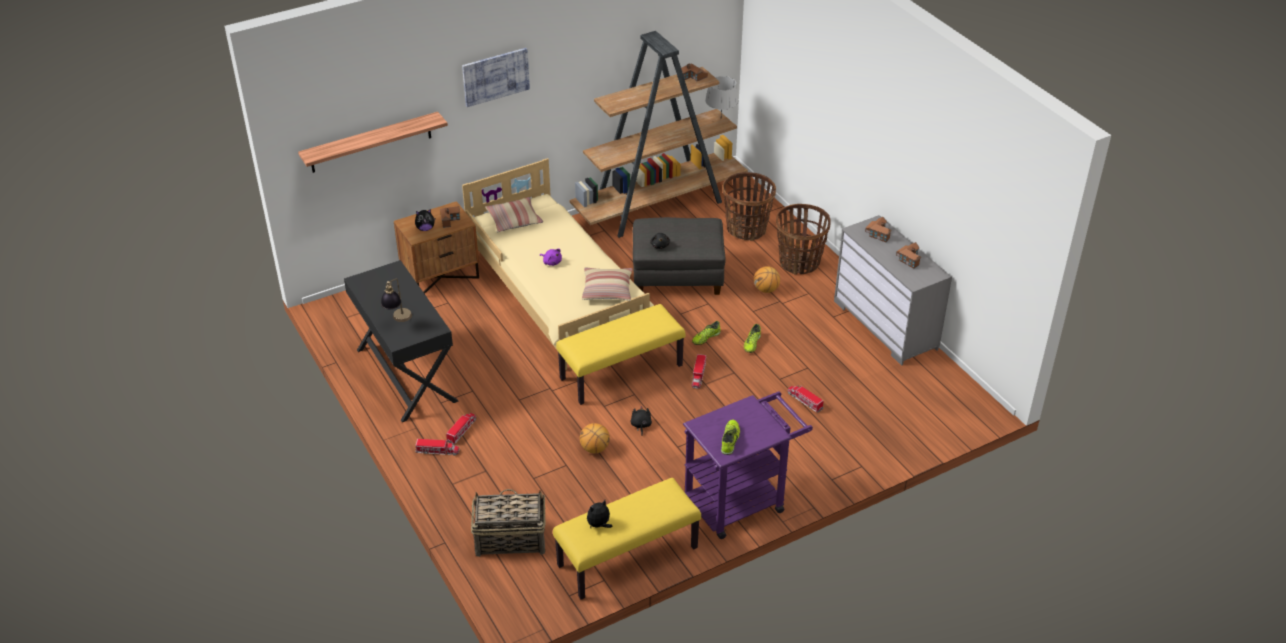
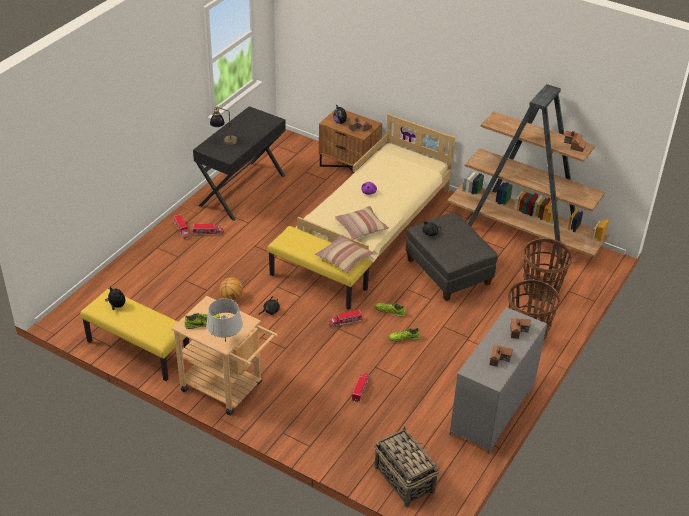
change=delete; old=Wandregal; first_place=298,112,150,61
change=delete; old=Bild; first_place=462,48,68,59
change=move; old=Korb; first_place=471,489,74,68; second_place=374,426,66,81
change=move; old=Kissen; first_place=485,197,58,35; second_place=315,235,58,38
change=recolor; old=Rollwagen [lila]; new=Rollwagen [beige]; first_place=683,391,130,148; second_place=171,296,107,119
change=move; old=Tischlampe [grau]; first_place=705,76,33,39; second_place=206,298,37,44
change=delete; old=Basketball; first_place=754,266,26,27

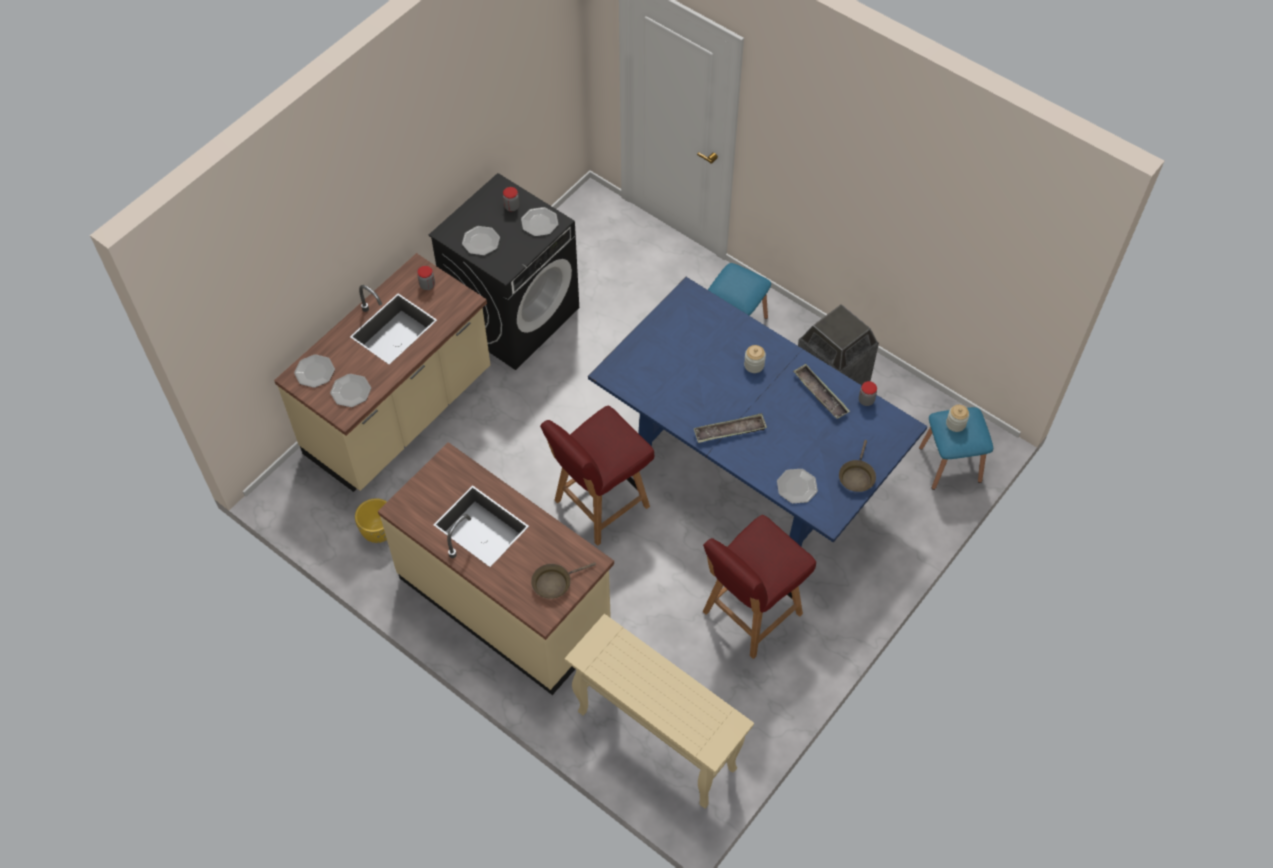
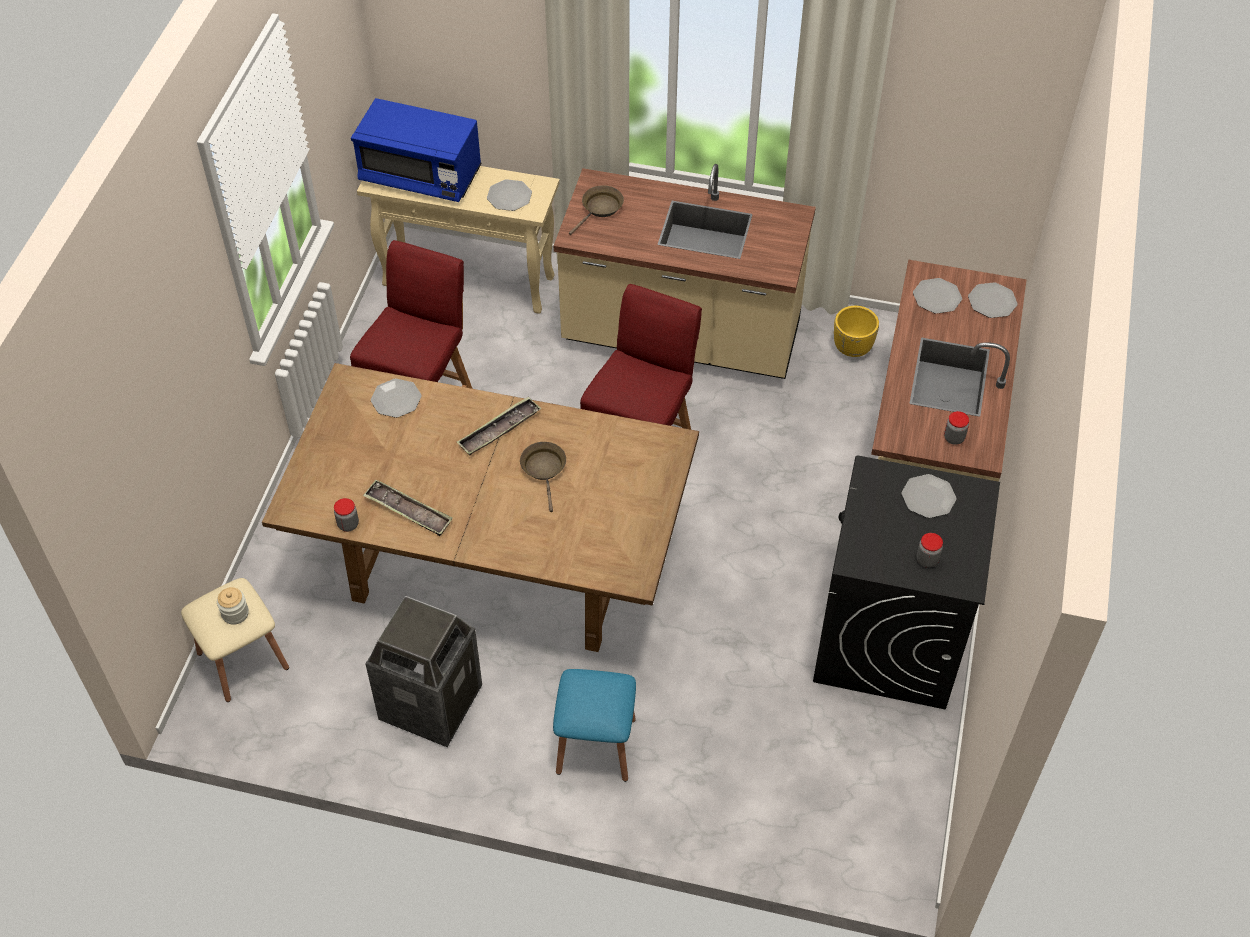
change=move; old=Teller; first_place=521,207,37,29; second_place=487,179,45,32
change=recolor; old=Esstisch [blau]; new=Esstisch [braun]; first_place=588,277,340,270; second_place=262,363,437,289
change=delete; old=Vorratsglas; first_place=744,345,22,28
change=move; old=Pfanne [braun]; first_place=839,440,37,52; second_place=520,442,46,70
change=recolor; old=Hocker [blau]; new=Hocker [beige]; first_place=919,407,74,83; second_place=181,578,108,124
change=insert; new=Mikrowelle [blau]; second_place=351,98,131,104

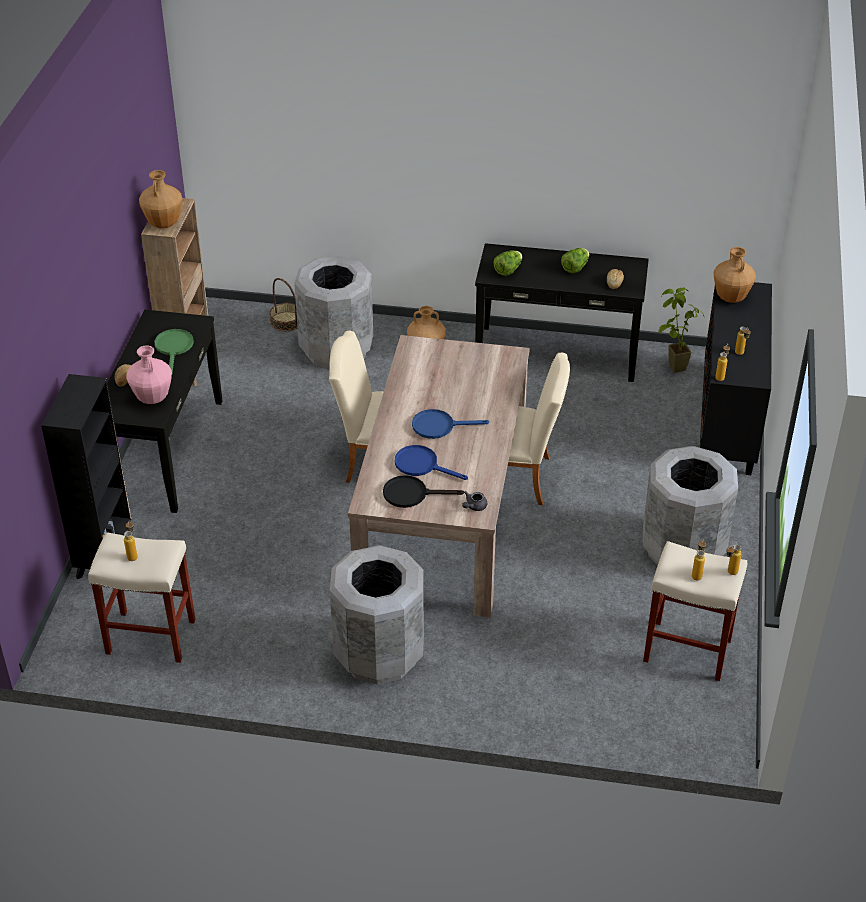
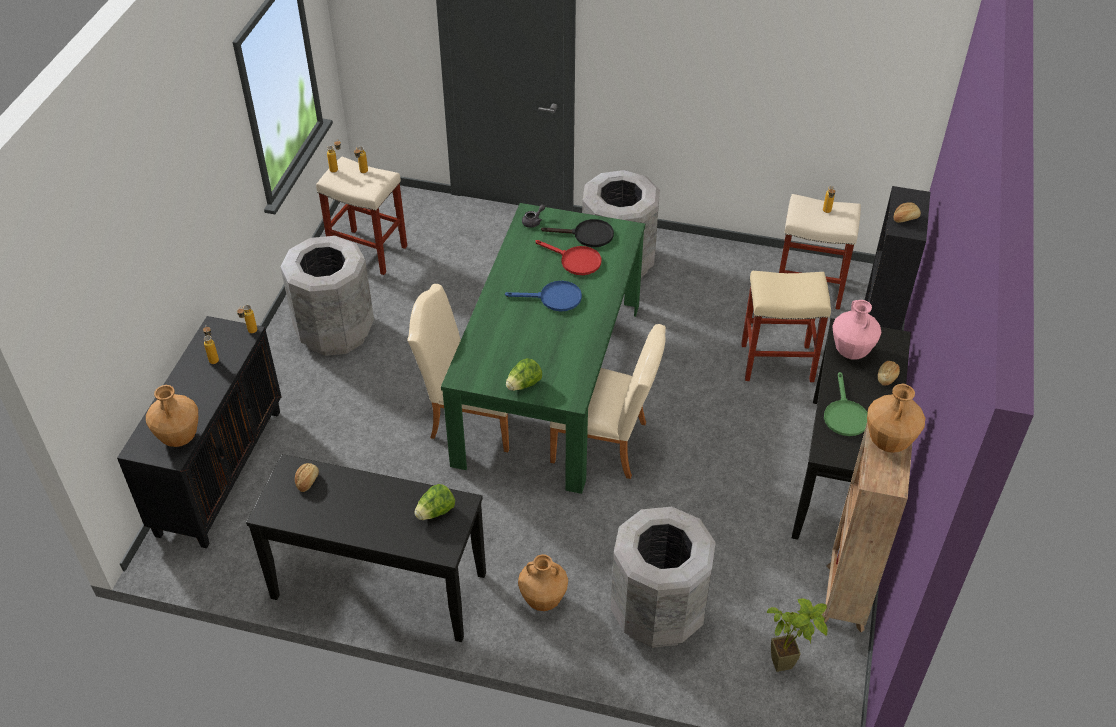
change=delete; old=Korb; first_place=269,278,28,53
change=recolor; old=Esstisch [beige]; new=Esstisch [grün]; first_place=348,335,182,283; second_place=441,203,204,291
change=recolor; old=Pfanne [blau]; new=Pfanne [rot]; first_place=395,445,73,35; second_place=535,240,67,35
change=move; old=Salatkopf; first_place=561,248,28,25; second_place=506,358,36,33
change=move; old=Topfpflanze; first_place=659,288,45,85; second_place=767,598,60,74
change=insert; new=Hocker [beige]; second_place=741,271,90,111
change=insert; new=Brot; second_place=894,202,27,21

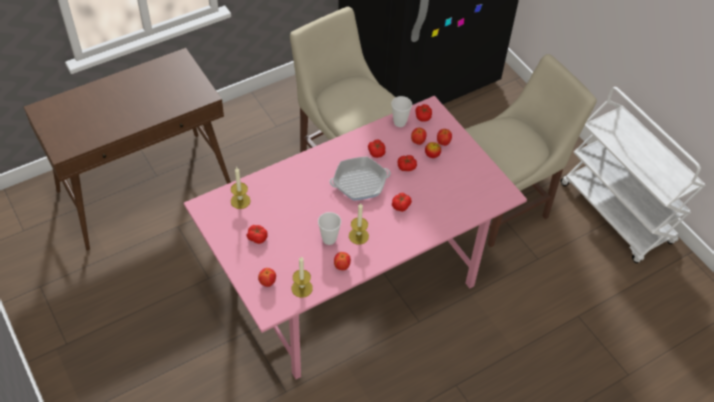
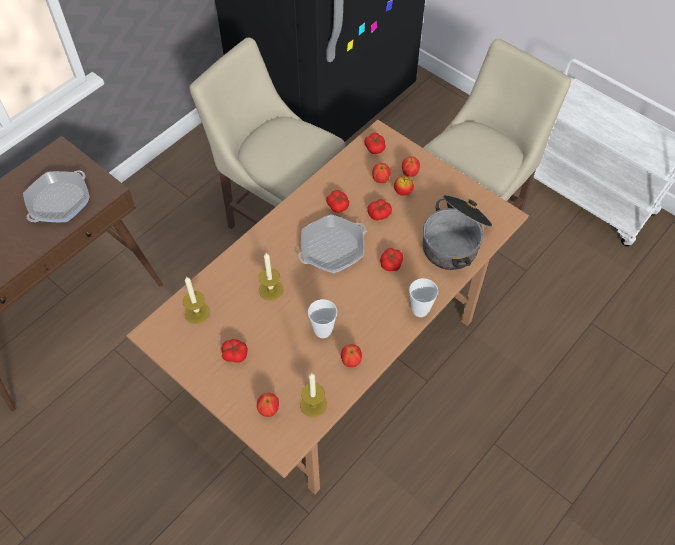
change=recolor; old=Esstisch [rosa]; new=Esstisch [braun]; first_place=184,96,343,283; second_place=127,120,402,374
change=move; old=Kerze; first_place=349,203,20,42; second_place=259,253,25,48
change=move; old=Tasse; first_place=391,96,21,31; second_place=409,278,29,39
change=insert; new=Pfanne; second_place=23,170,67,52
change=insert; new=Kochtopf; second_place=423,195,69,75

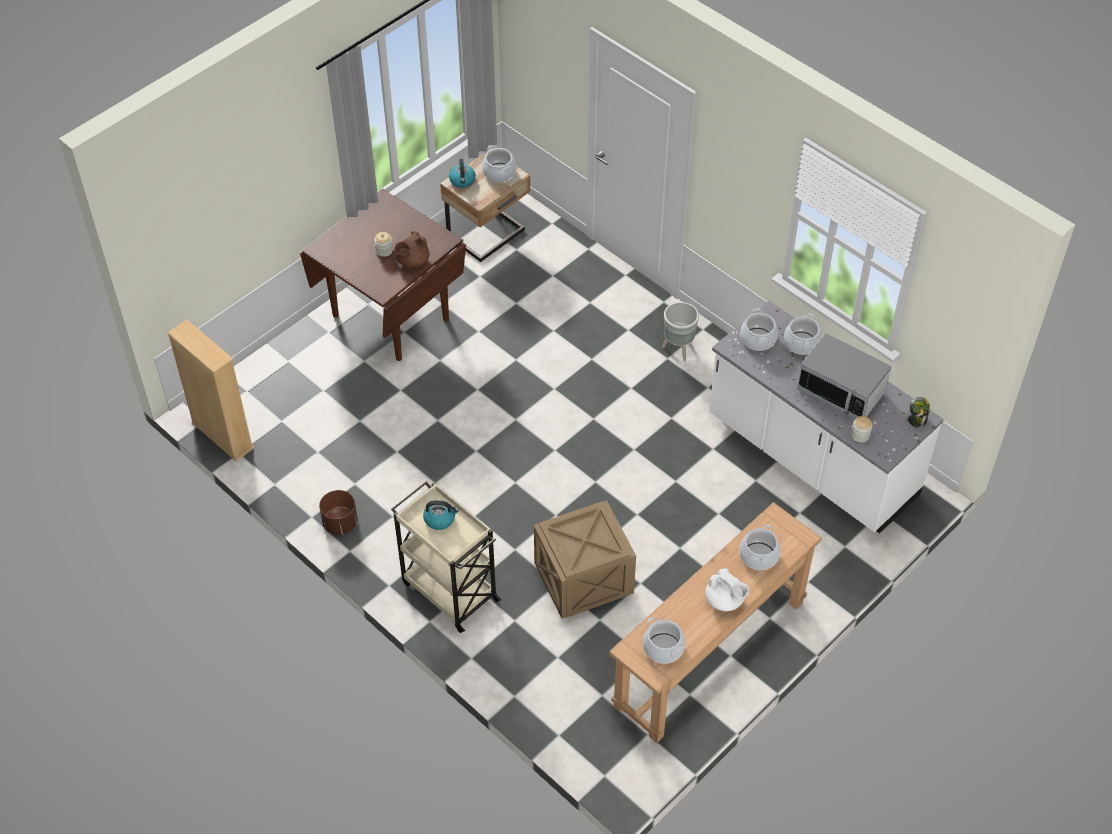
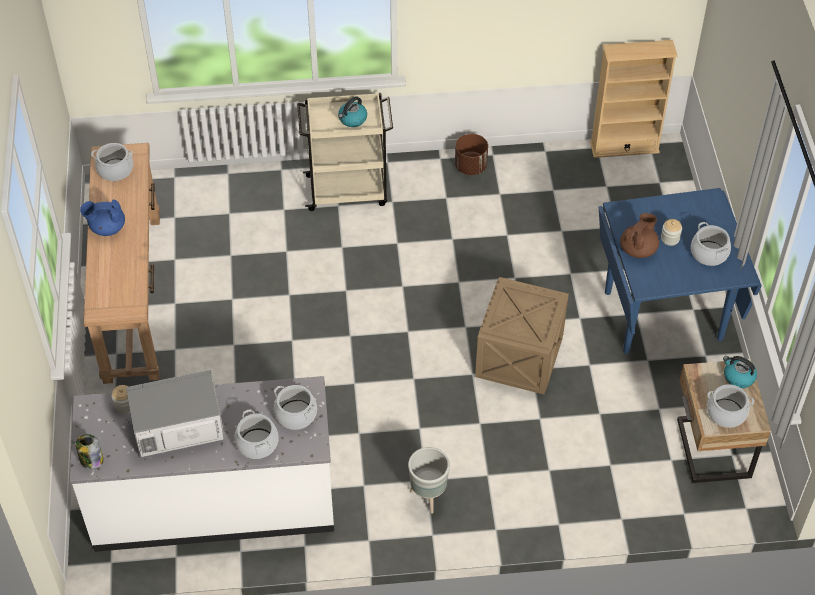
change=recolor; old=Esstisch [braun]; new=Esstisch [blau]; first_place=300,189,166,172; second_place=599,188,163,166
change=rotate; old=Teekanne [braun]; first_place=394,231,35,37; second_place=620,213,39,45; degrees=45
change=move; old=Kiste; first_place=534,500,102,119; second_place=475,277,94,118
change=recolor; old=Teekanne [weiß]; new=Teekanne [blau]; first_place=706,568,43,43; second_place=80,199,45,37
change=move; old=Kochtopf; first_place=739,524,42,46; second_place=691,222,40,44

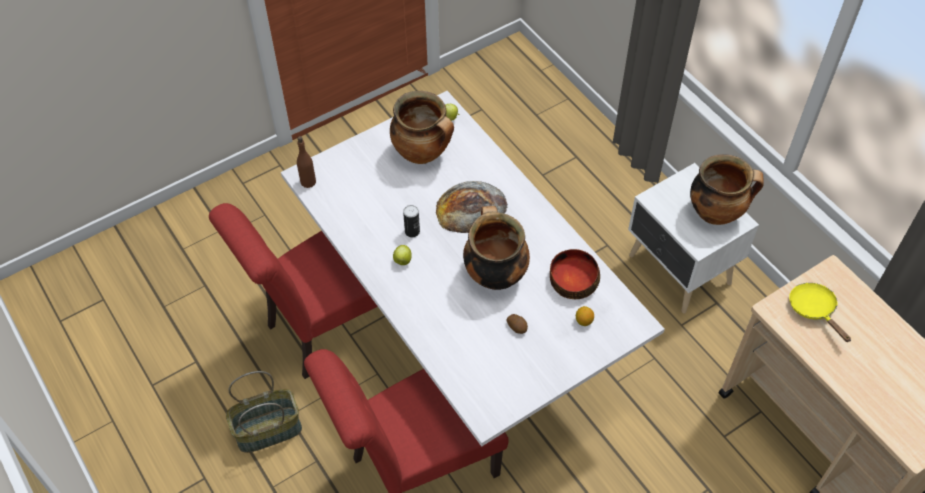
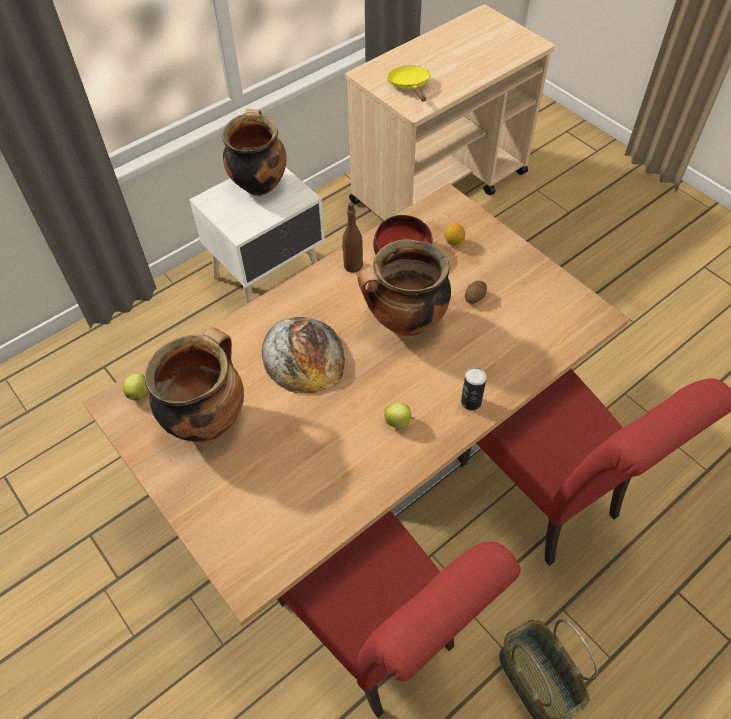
change=recolor; old=Esstisch [weiß]; new=Esstisch [braun]; first_place=281,91,384,356; second_place=83,183,546,443
change=move; old=Flasche [braun]; first_place=297,136,19,52; second_place=342,202,21,71
change=move; old=Dose; first_place=403,205,17,32; second_place=461,367,26,43
change=rotate; old=Pfanne [gelb]; first_place=789,283,62,59; second_place=387,65,43,36; degrees=105

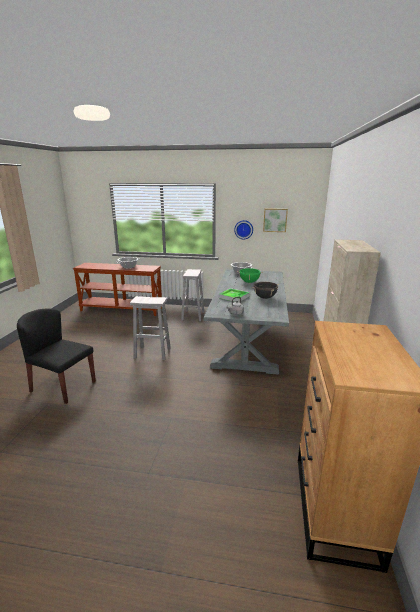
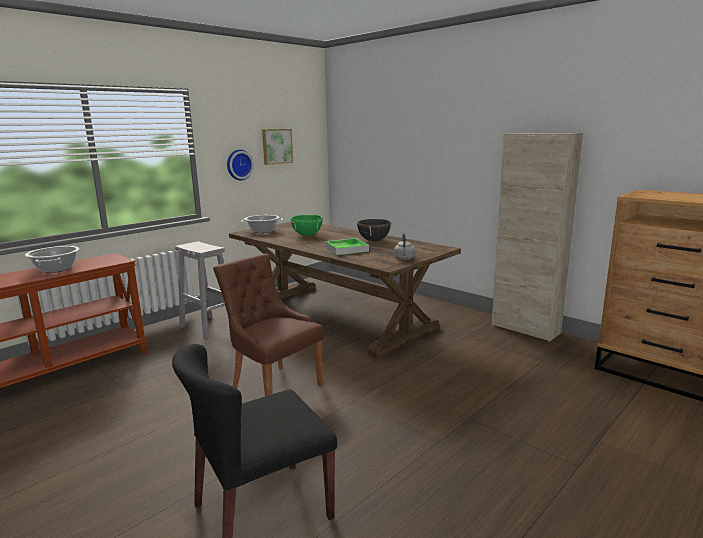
change=replace; old=Hocker [weiß]; new=Stuhl [braun]; first_place=130,296,41,64; second_place=213,254,111,142
change=recolor; old=Esstisch [grau]; new=Esstisch [braun]; first_place=203,269,86,106; second_place=229,222,232,137

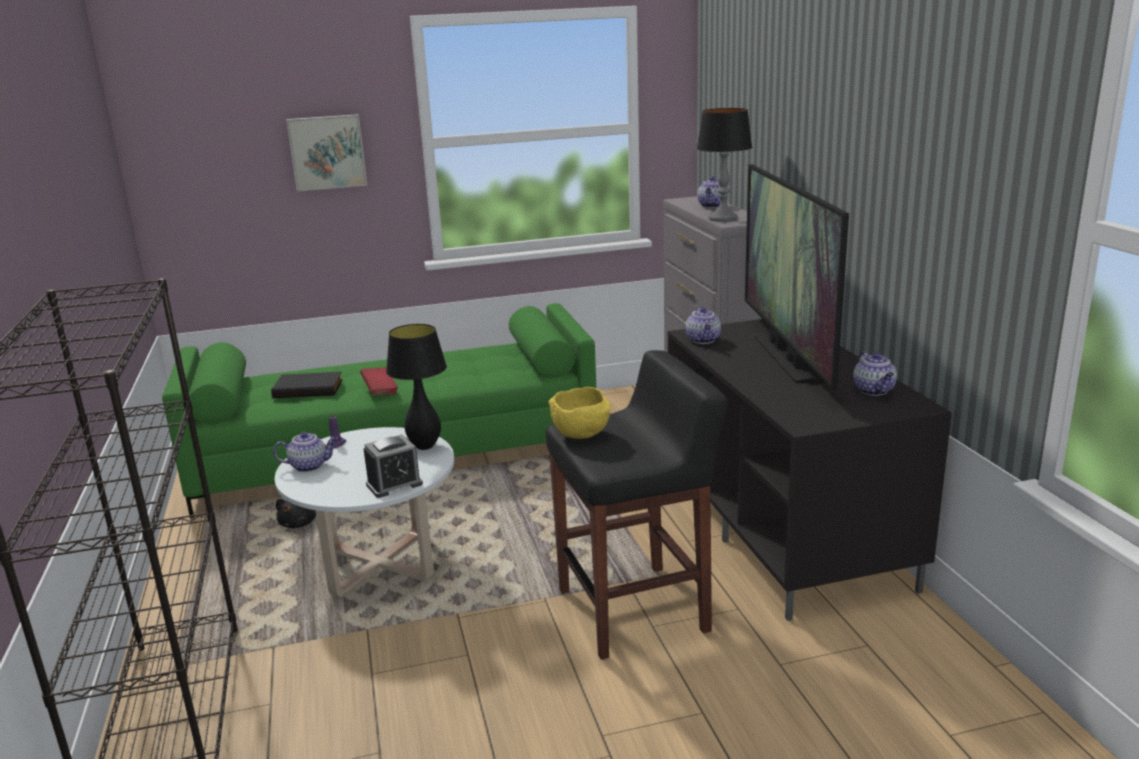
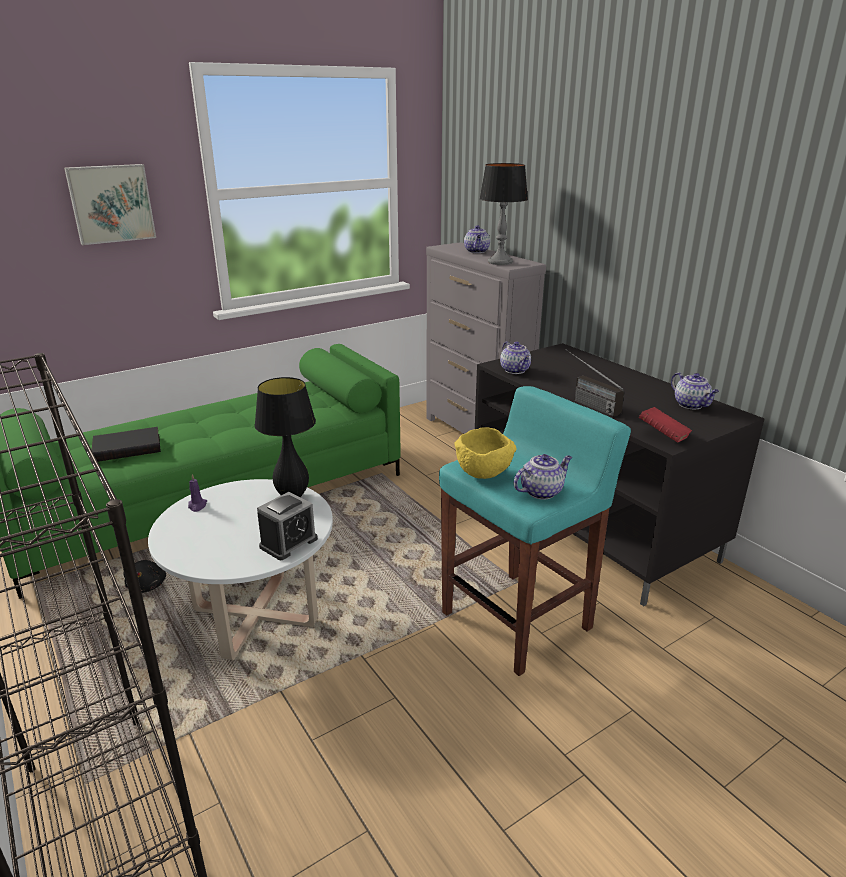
change=move; old=Teekanne; first_place=273,432,65,40; second_place=514,454,58,46
change=move; old=Buch [rot]; first_place=360,367,38,28; second_place=639,407,53,35
change=recolor; old=Hocker [schwarz]; new=Hocker [türkis]; first_place=546,350,182,310; second_place=439,386,192,290
change=delete; old=Fernseher; first_place=745,164,104,226
change=insert; new=Radio; second_place=566,349,58,68

